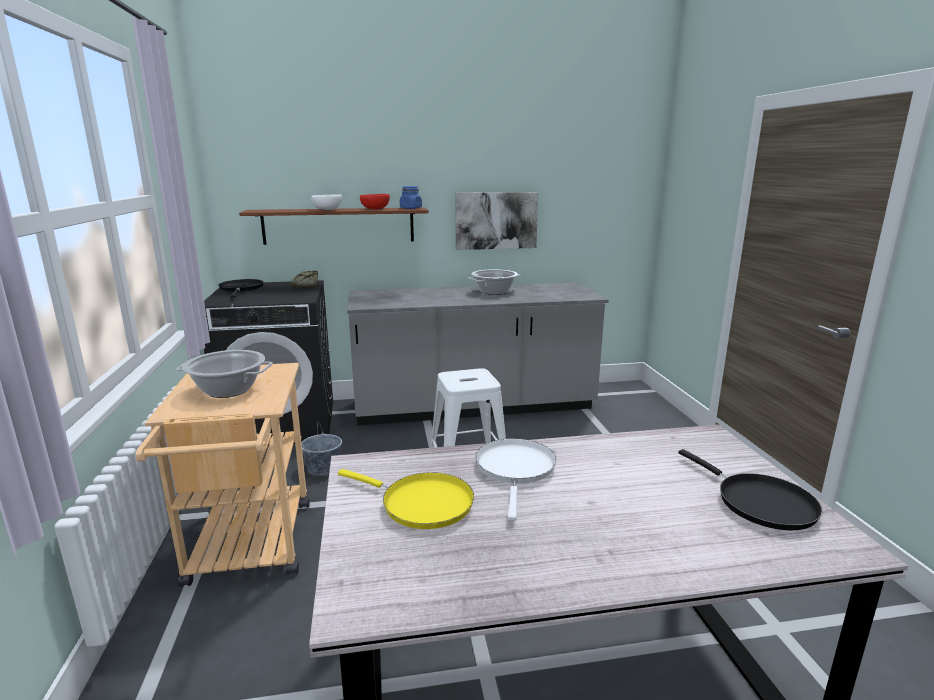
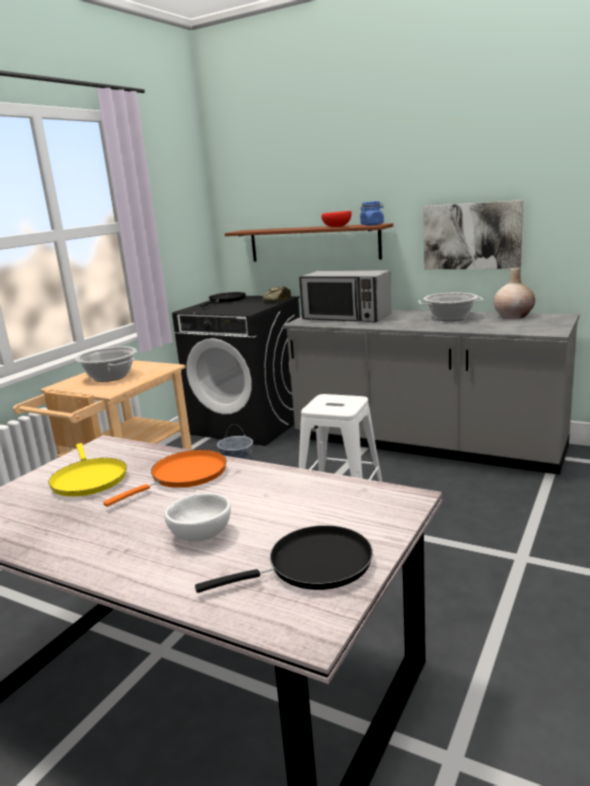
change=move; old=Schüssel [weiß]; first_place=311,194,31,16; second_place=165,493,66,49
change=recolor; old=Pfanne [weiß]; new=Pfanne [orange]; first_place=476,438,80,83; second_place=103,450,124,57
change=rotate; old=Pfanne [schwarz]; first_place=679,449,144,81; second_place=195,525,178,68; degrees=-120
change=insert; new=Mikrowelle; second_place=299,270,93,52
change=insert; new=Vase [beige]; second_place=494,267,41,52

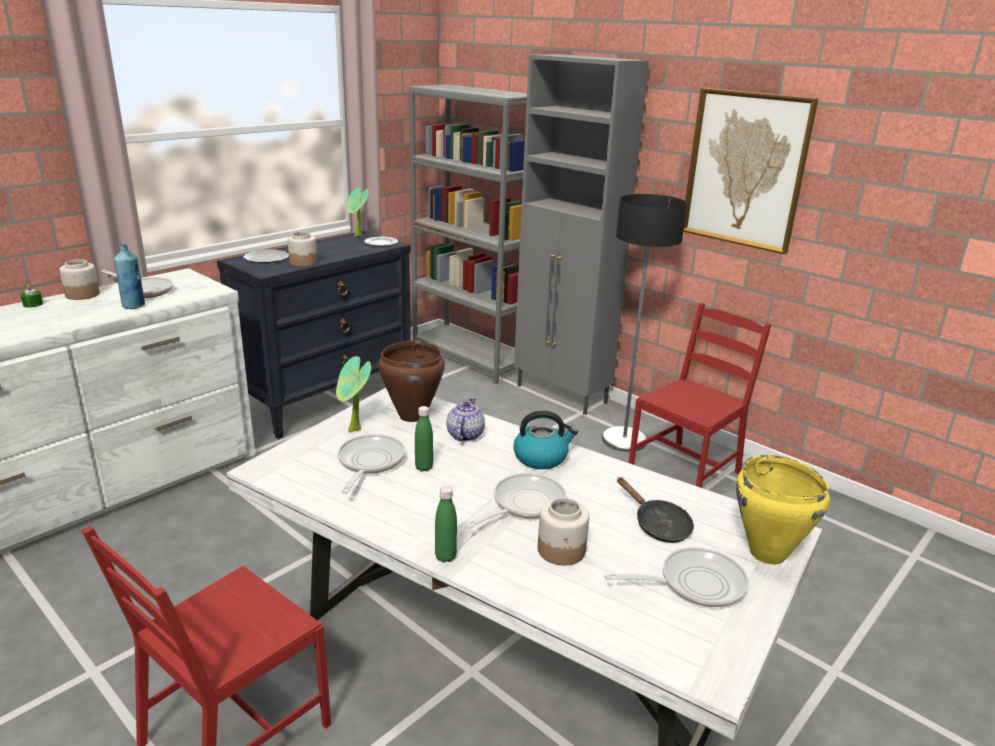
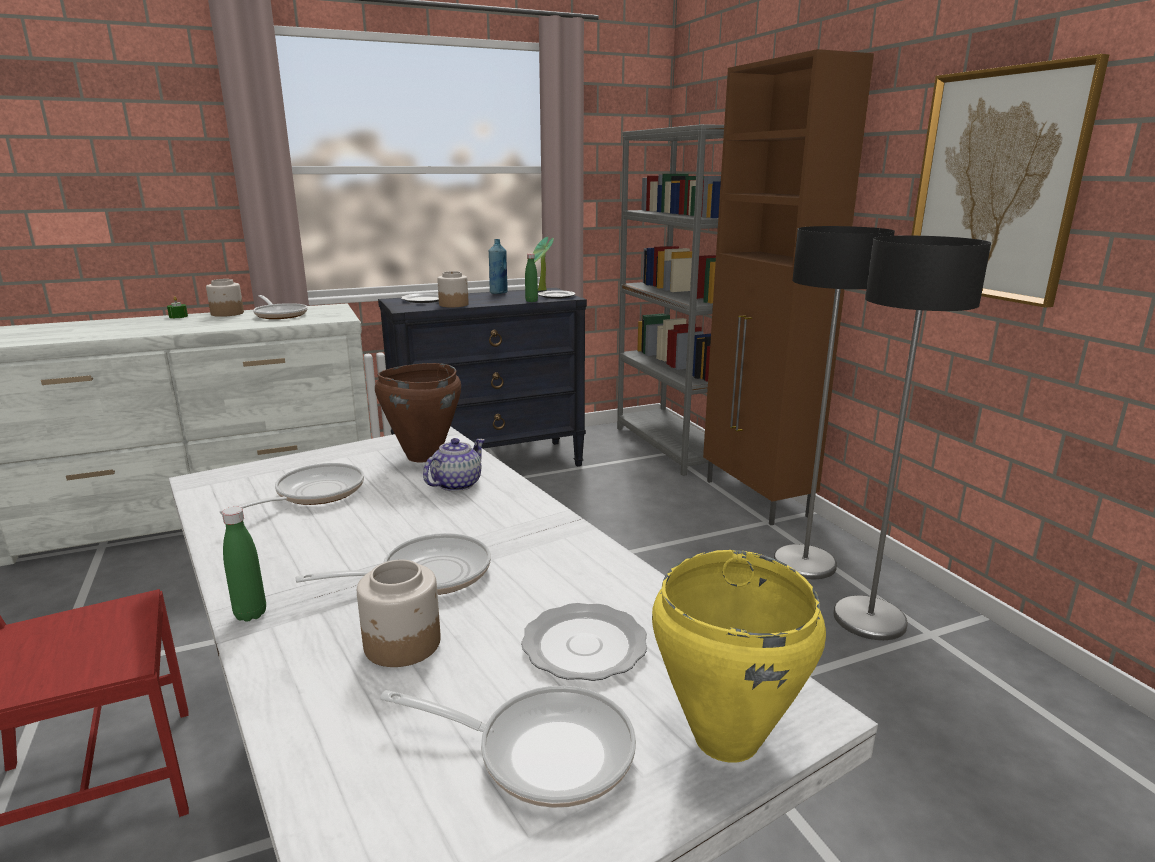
change=move; old=Flasche [blau]; first_place=114,244,31,65; second_place=489,239,19,55
change=delete; old=Topfpflanze; first_place=336,356,35,77
change=move; old=Flasche [grün]; first_place=415,406,18,66; second_place=525,253,13,49
change=delete; old=Wasserkessel; first_place=513,411,65,58
change=recolor; old=Schrank [grau]; new=Schrank [braun]; first_place=514,54,135,361; second_place=703,49,171,476
change=replace; old=Pfanne [schwarz]; new=Teller; first_place=617,477,77,66; second_place=521,603,126,78
change=replace; old=Stuhl [rot]; new=Stehlampe; first_place=629,303,143,185; second_place=833,236,158,404

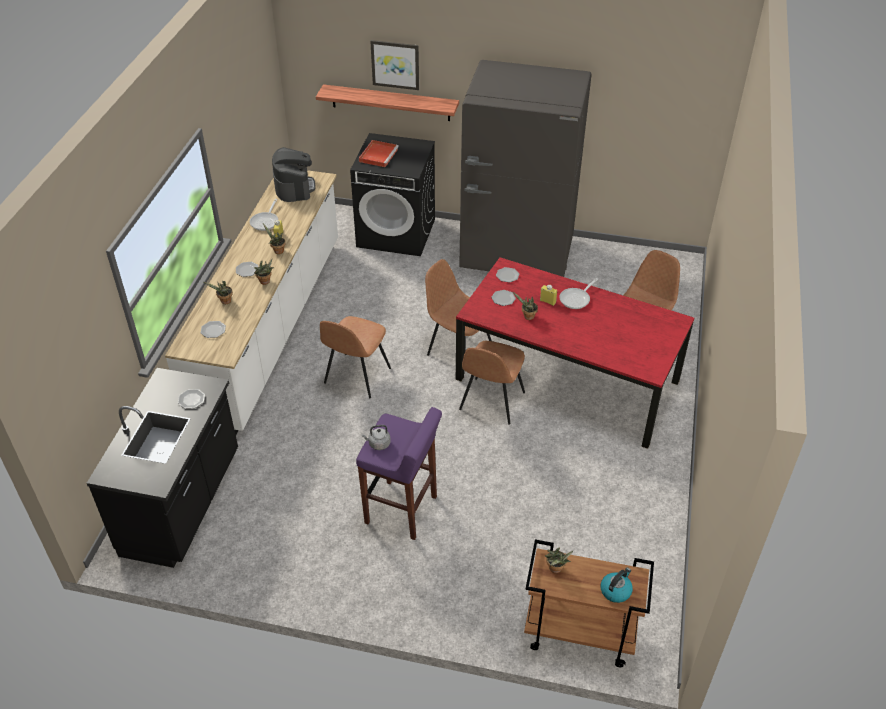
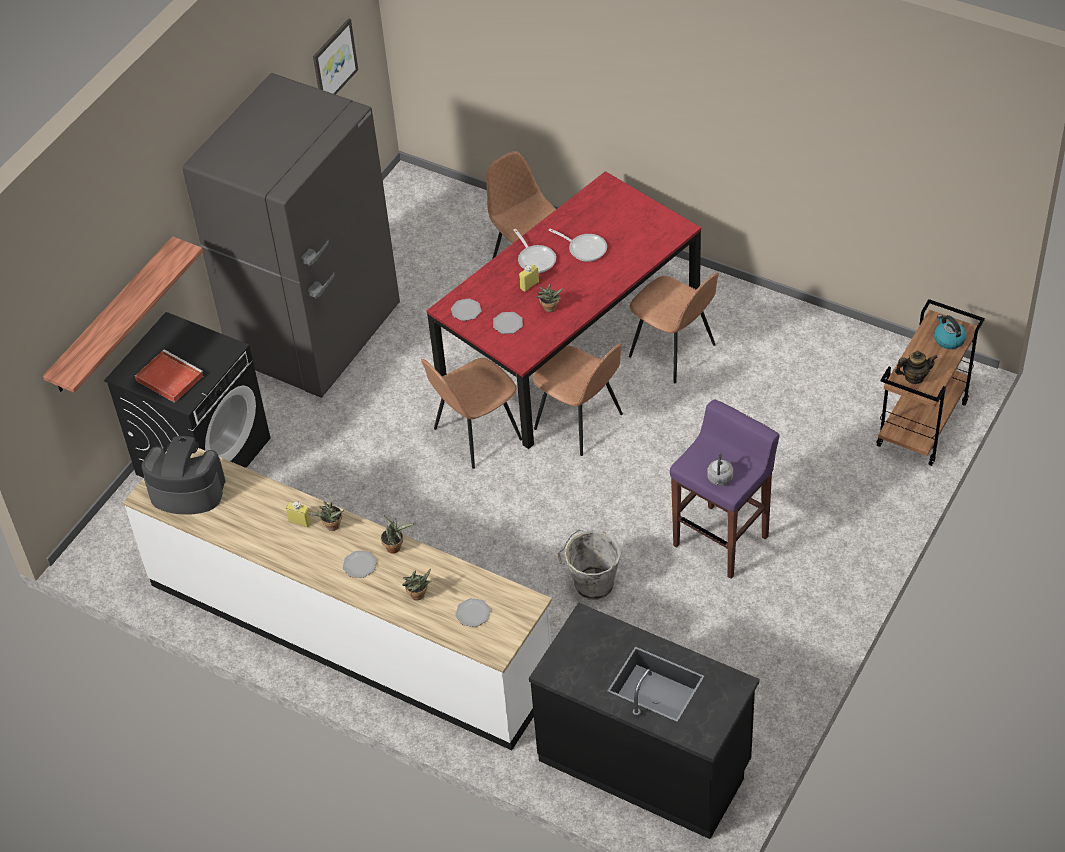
change=delete; old=Teller; first_place=178,389,27,20
change=move; old=Pfanne; first_place=250,199,28,32; second_place=549,229,58,33
change=move; old=Stuhl [braun]; first_place=320,316,71,82; second_place=629,272,90,111
change=move; old=Bild; first_place=370,40,49,50; second_place=313,18,45,77
change=replace; old=Topfpflanze; new=Teekanne; first_place=545,548,29,25; second_place=895,351,42,33
change=insert; new=Eimer [grau]; second_place=558,530,63,70

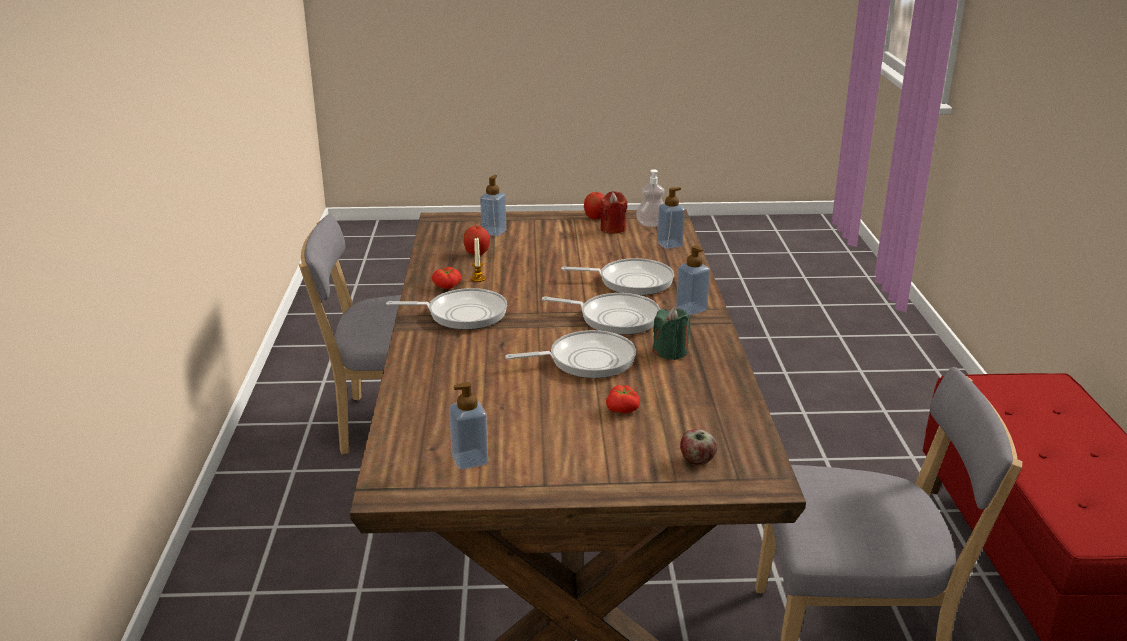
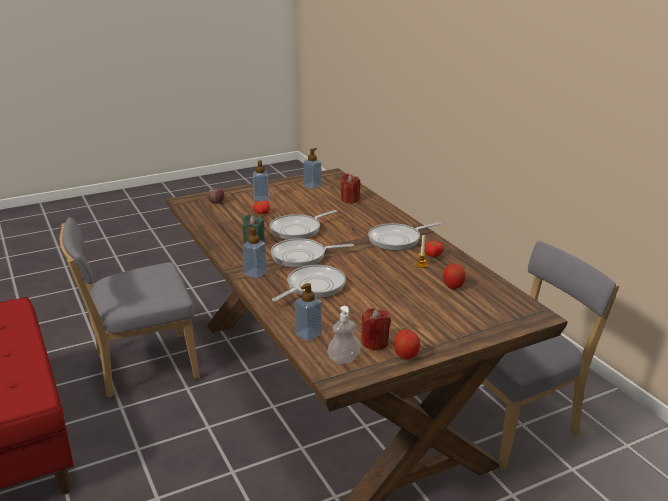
change=move; old=Seifenspender; first_place=480,175,26,61; second_place=253,160,16,41
change=rotate; old=Pfanne; first_place=561,258,113,37; second_place=272,265,74,37; degrees=150
change=insert; new=Kerze [rot]; second_place=341,174,19,29

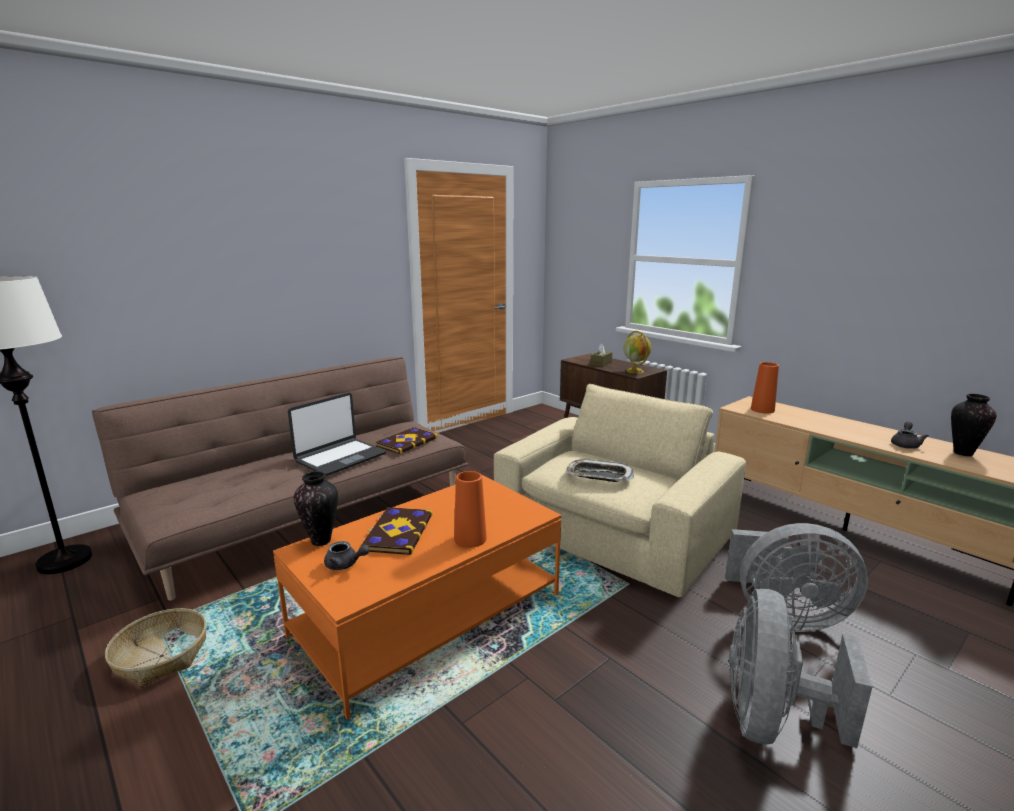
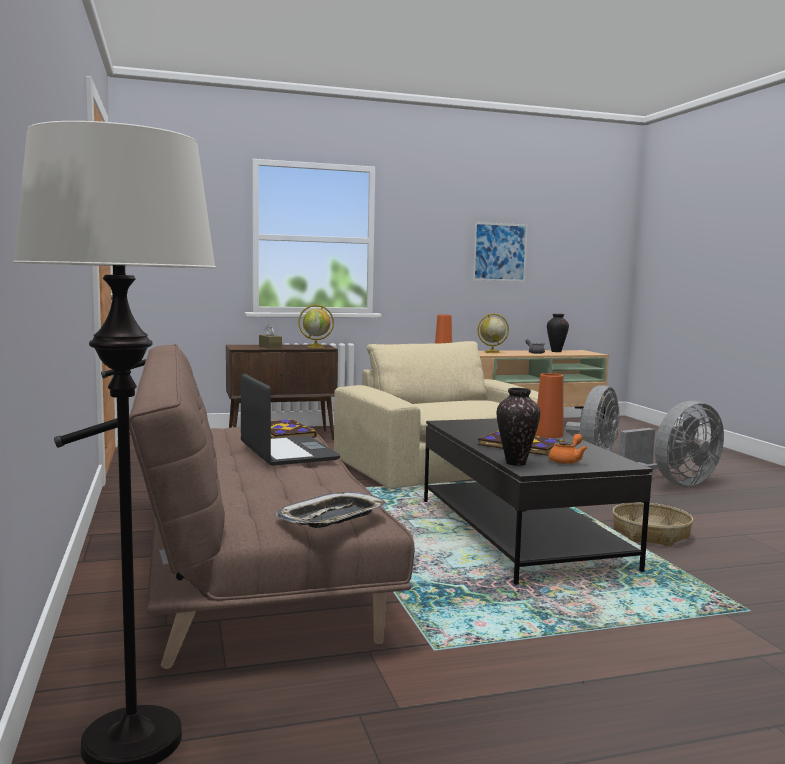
change=move; old=Korb; first_place=105,608,102,79; second_place=612,502,81,44
change=recolor; old=Couchtisch [orange]; new=Couchtisch [schwarz]; first_place=273,475,289,245; second_place=424,419,229,166
change=recolor; old=Teekanne [grau]; new=Teekanne [orange]; first_place=324,541,46,29; second_place=548,434,39,30
change=move; old=Tablett; first_place=566,459,68,23; second_place=276,492,111,36
change=rotate; old=Ventilator [grau]; first_place=729,589,144,159; second_place=618,401,106,85; degrees=-75
change=insert; new=Bild; second_place=472,222,56,60
change=insert; new=Globus; second_place=477,314,32,39

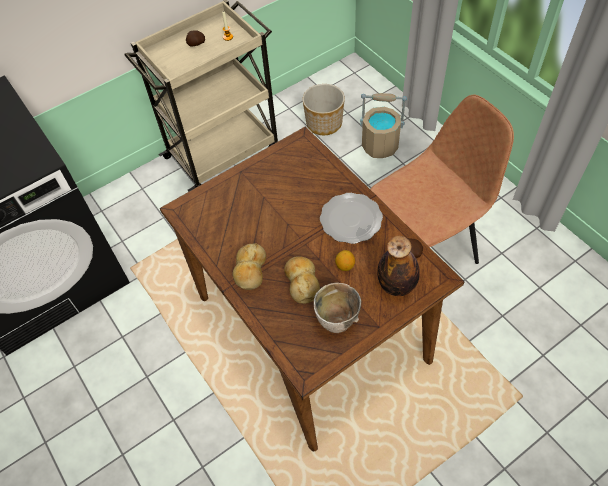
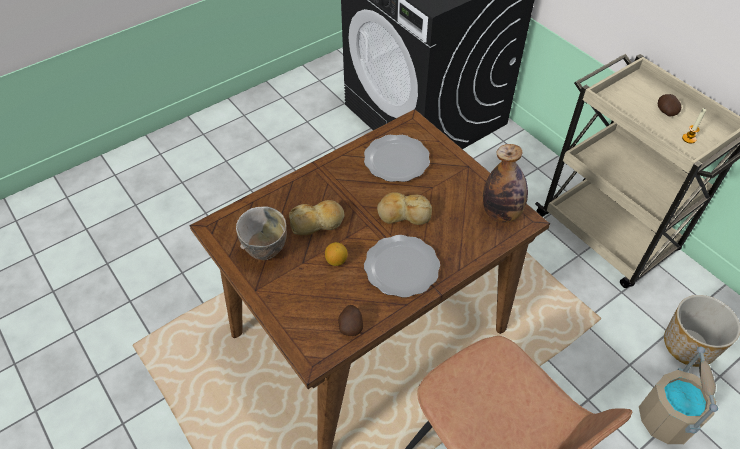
change=move; old=Brot; first_place=232,243,34,47; second_place=377,192,55,33
change=move; old=Flasche; first_place=377,236,43,60; second_place=483,144,45,79
change=insert; new=Teller; second_place=364,135,66,47

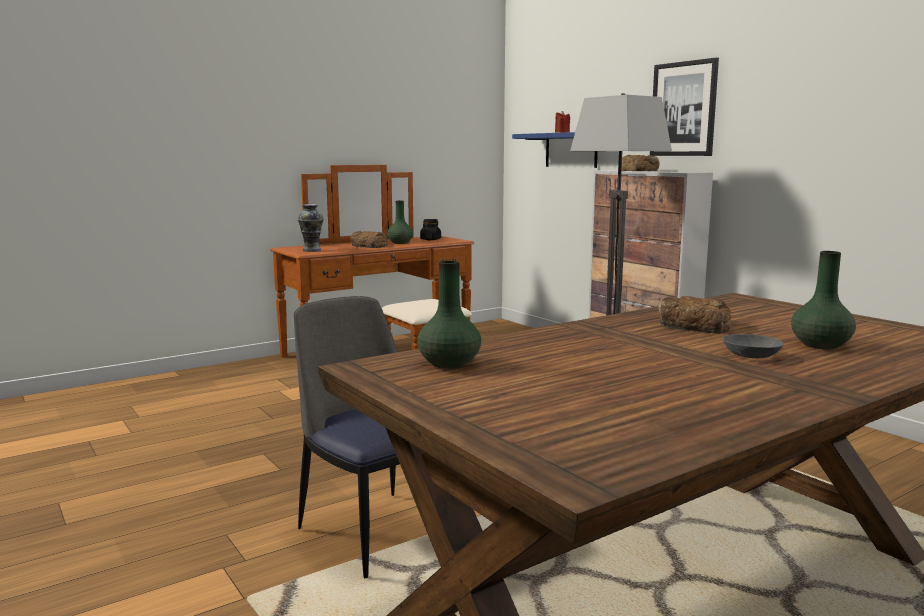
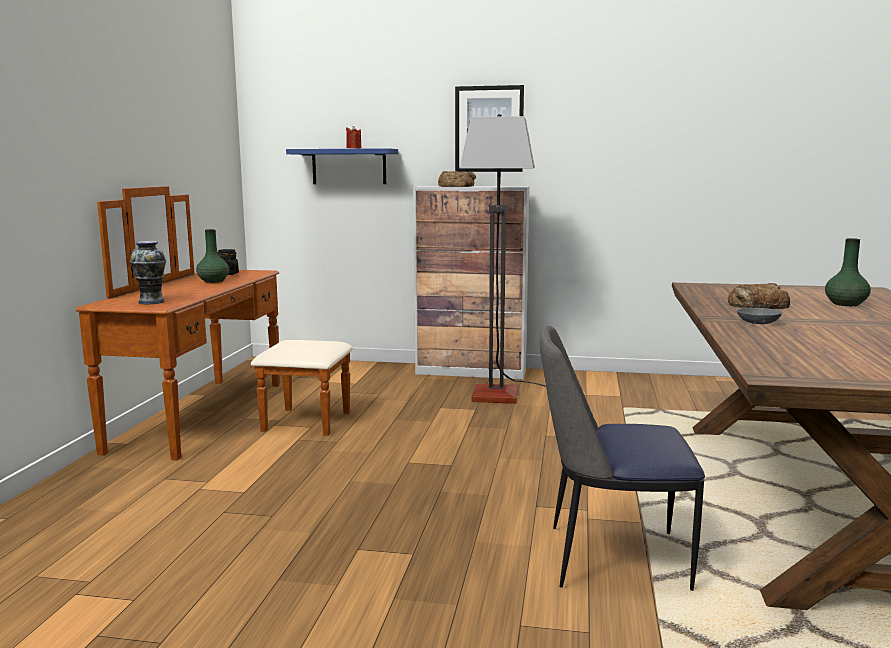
change=delete; old=Brot; first_place=351,231,37,17
change=delete; old=Vase [grün]; first_place=417,260,64,109
change=move; old=Schüssel [grau]; first_place=723,334,61,24; second_place=737,308,45,16

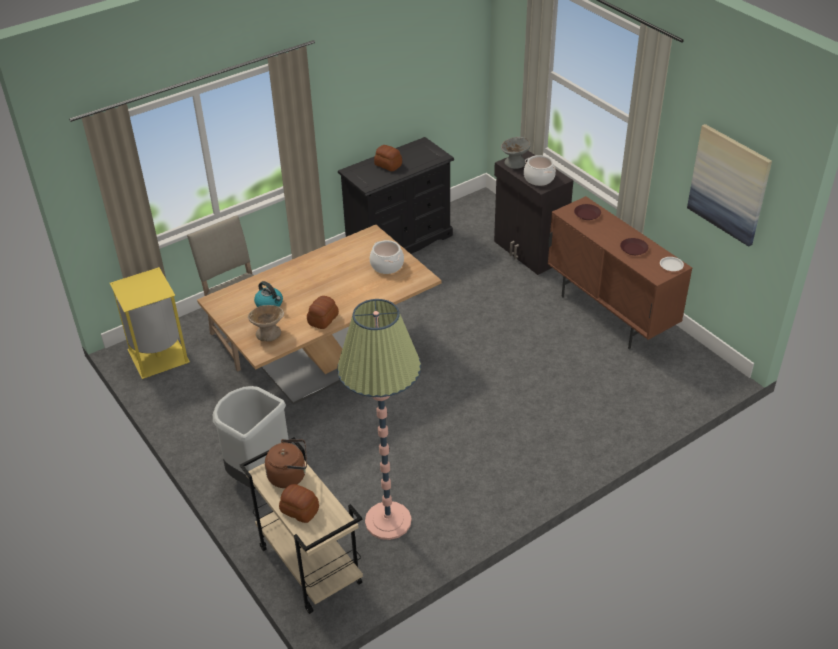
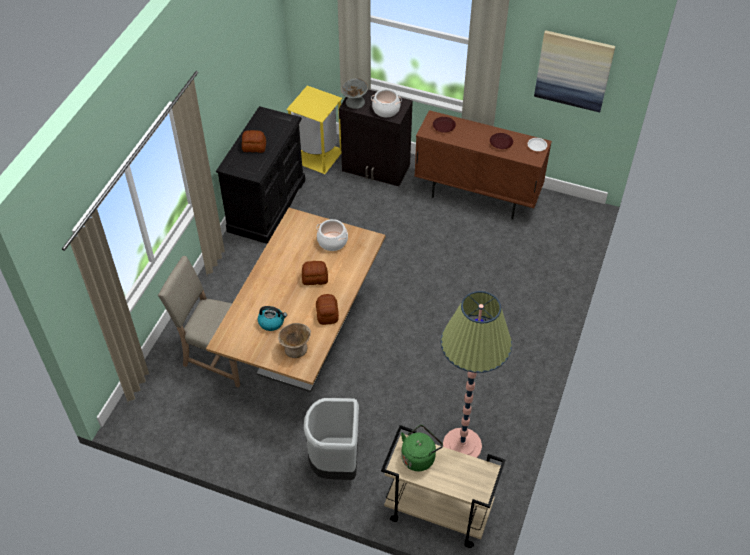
change=move; old=Mülleimer [gelb]; first_place=110,267,80,112; second_place=286,86,56,88
change=recolor; old=Wasserkessel [braun]; new=Wasserkessel [grün]; first_place=265,439,42,49; second_place=401,425,42,46
change=move; old=Brot; first_place=279,484,40,39; second_place=302,261,26,24

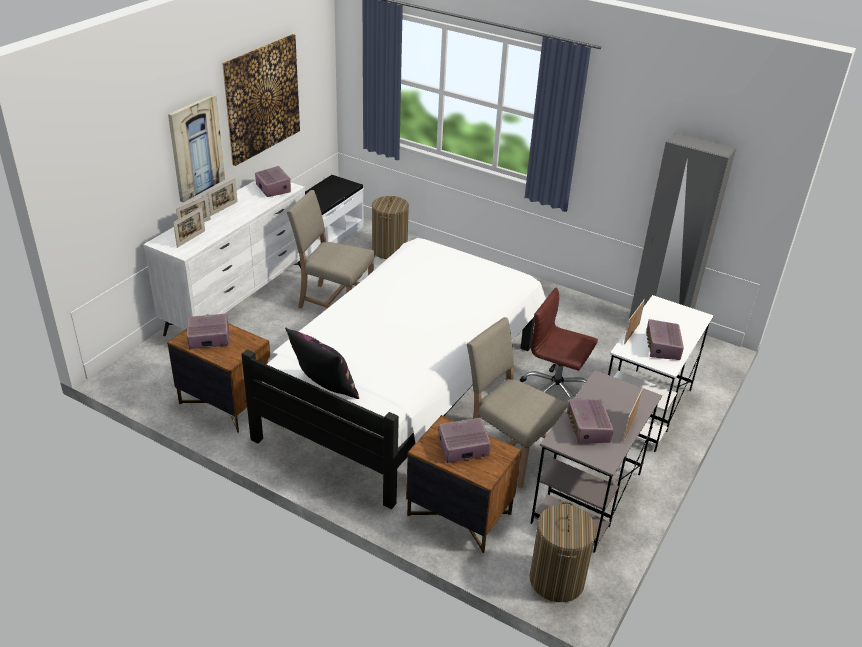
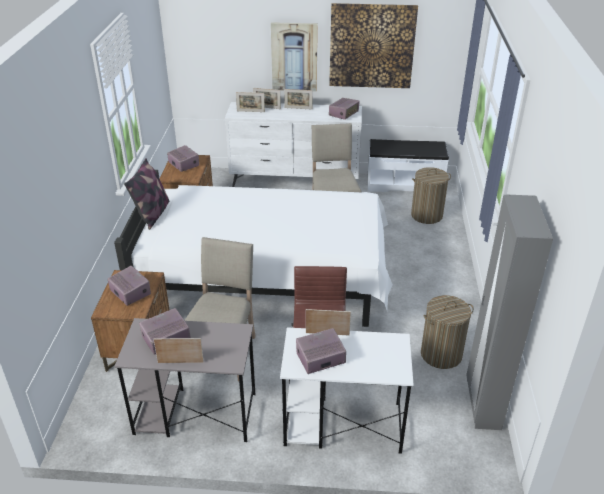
change=move; old=Wäschekorb; first_place=530,502,67,100; second_place=421,295,53,74

